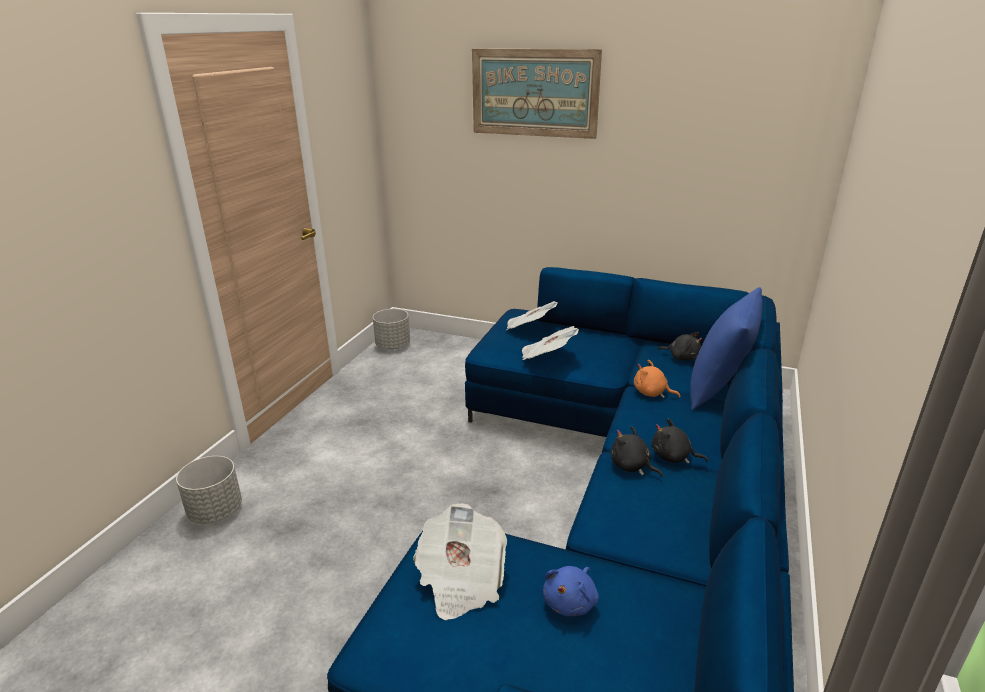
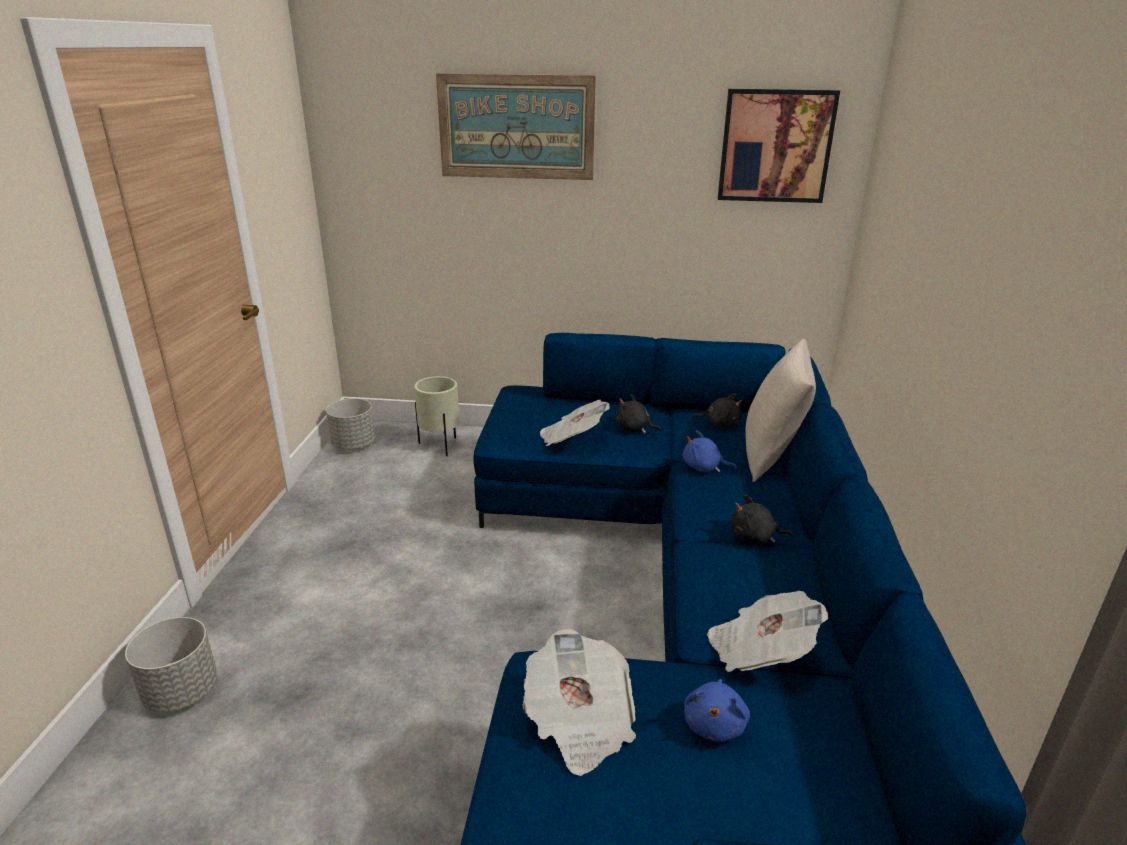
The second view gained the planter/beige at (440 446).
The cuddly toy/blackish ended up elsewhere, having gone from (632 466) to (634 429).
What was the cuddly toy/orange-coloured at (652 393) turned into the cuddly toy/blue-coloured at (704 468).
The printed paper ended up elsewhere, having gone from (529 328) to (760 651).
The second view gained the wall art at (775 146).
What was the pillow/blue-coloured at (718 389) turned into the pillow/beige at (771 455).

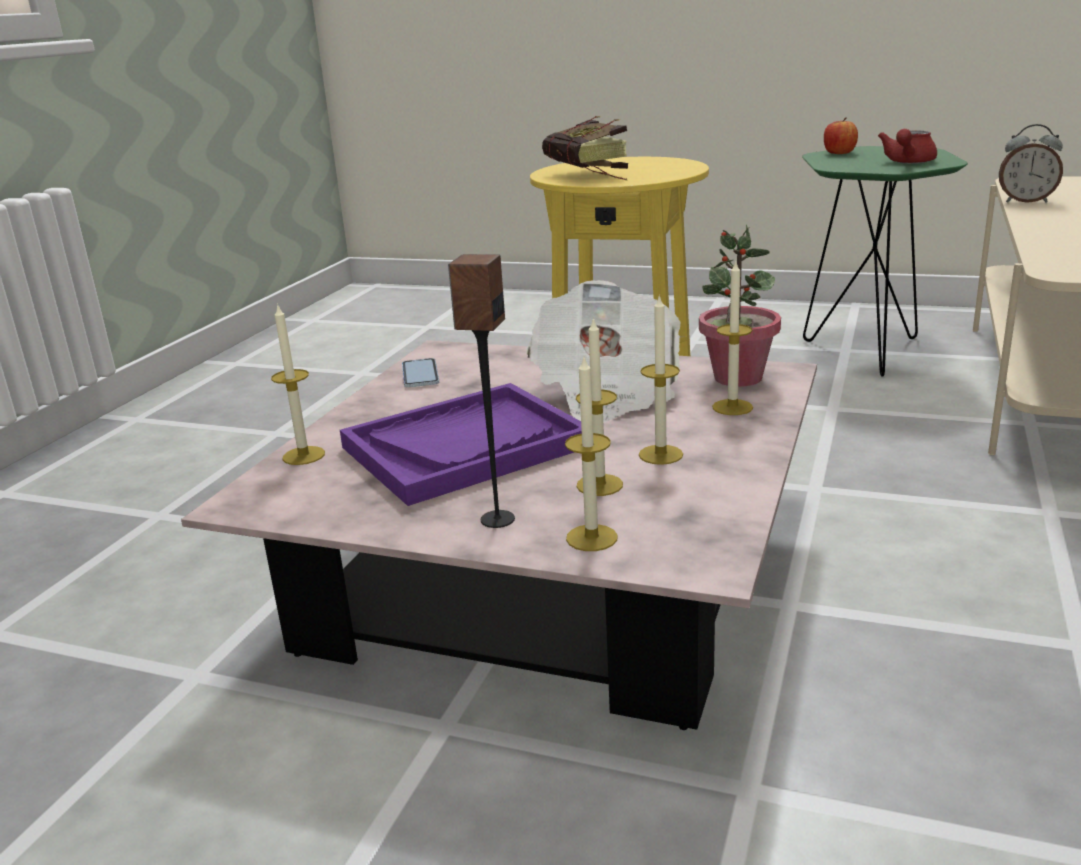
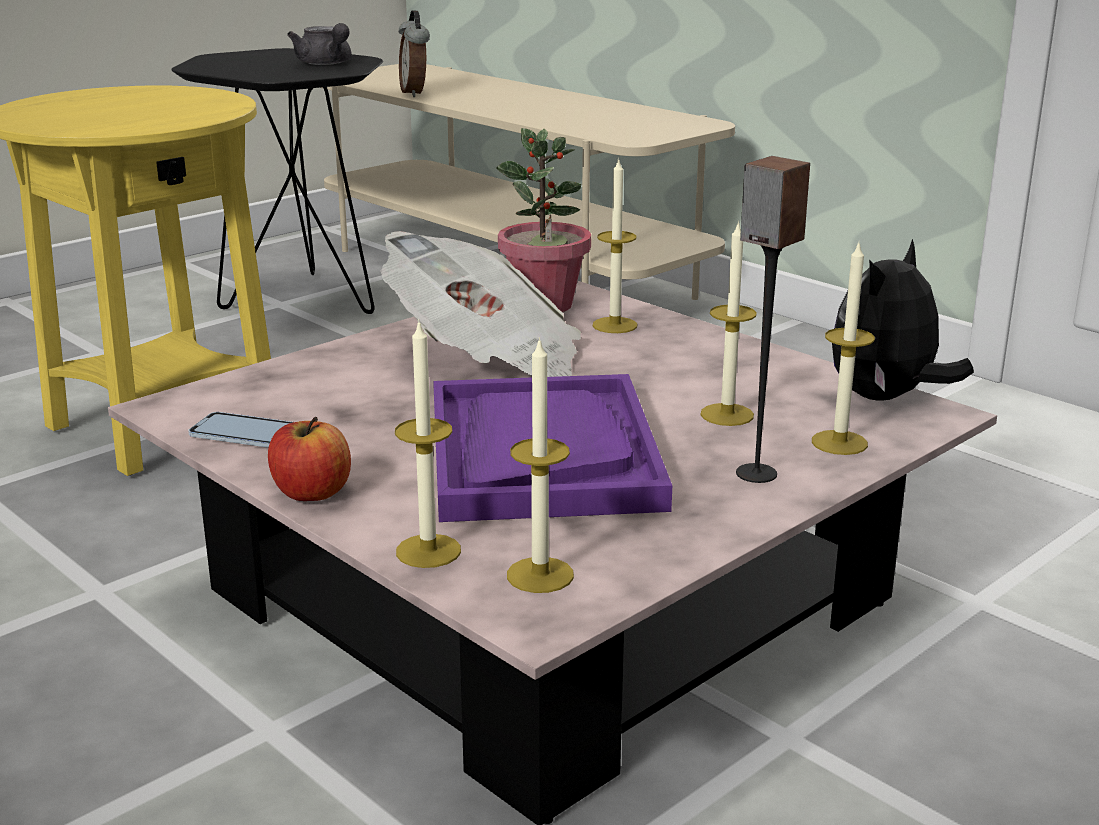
What was the accent table/green at (865 349) turned into the accent table/blackish at (297 297).
The apple fruit ended up elsewhere, having gone from (839 153) to (311 492).
What was the tea pot/reddish at (907 162) turned into the tea pot/greyish at (326 64).
The bedside clock at (1026 201) ended up facing another way, 120 degrees clockwise from before.
The wax light ended up elsewhere, having gone from (660 454) to (540 575).
The second view gained the cuddly toy at (886 398).
The second view lost the volume at (590 176).

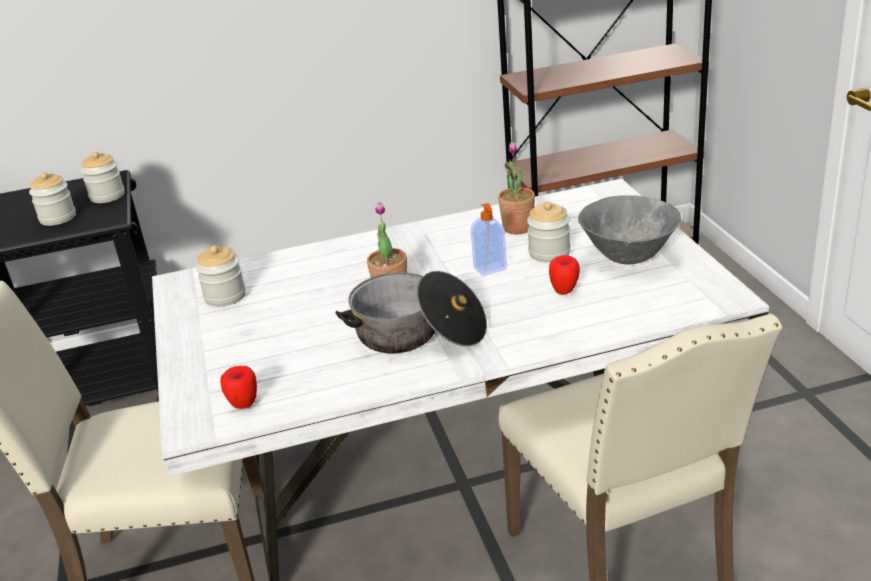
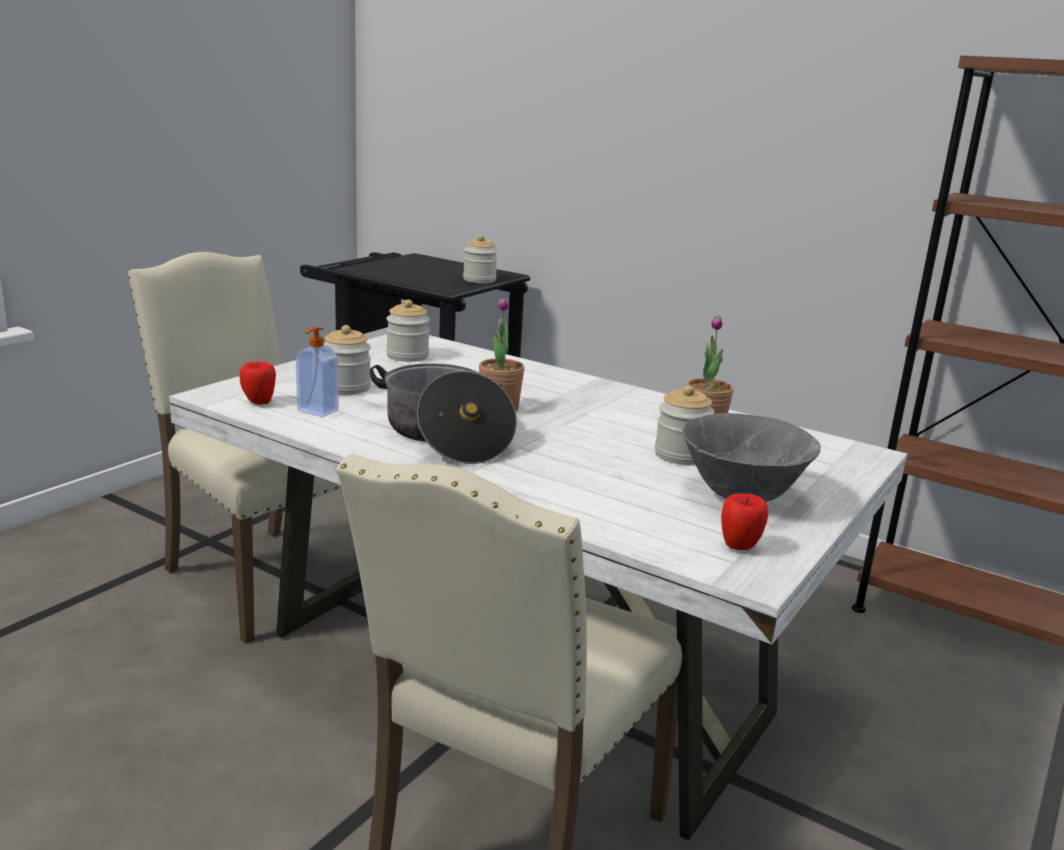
The liquid soap bottle ended up elsewhere, having gone from (490 269) to (317 411).
The preserve jar ended up elsewhere, having gone from (58 218) to (346 388).
The apple fruit ended up elsewhere, having gone from (564 291) to (739 547).

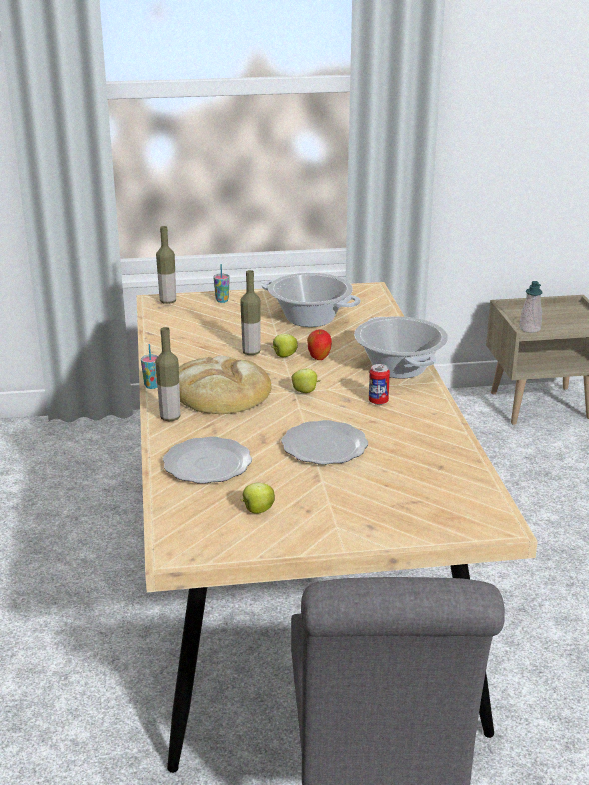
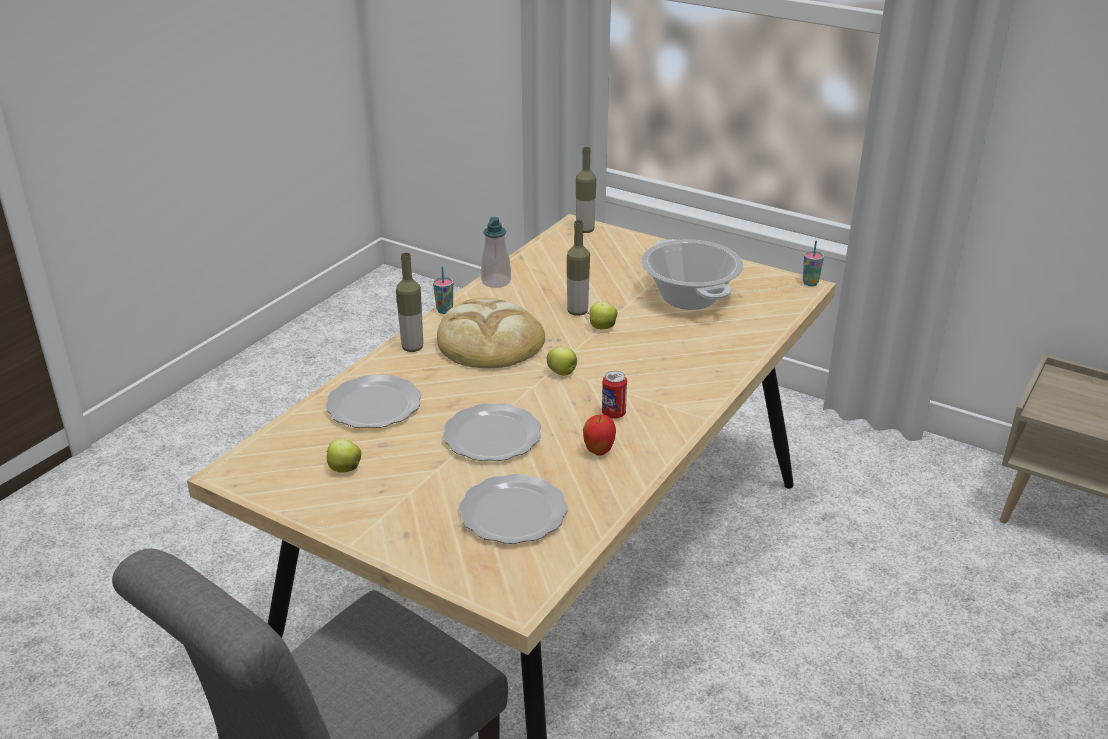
The second view gained the plate at (512 513).
The liquid soap bottle ended up elsewhere, having gone from (529 329) to (496 282).
The apple fruit ended up elsewhere, having gone from (319 358) to (599 452).
The drinking cup ended up elsewhere, having gone from (222 300) to (810 283).
The second view lost the cooking pot at (398 368).

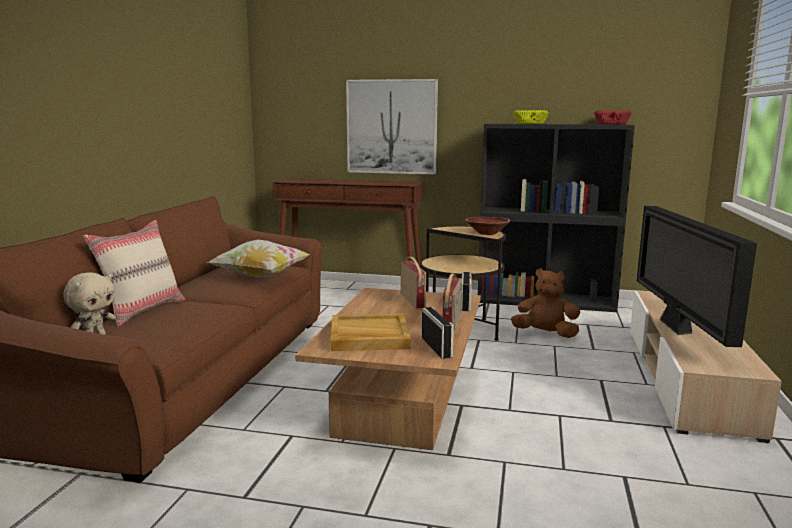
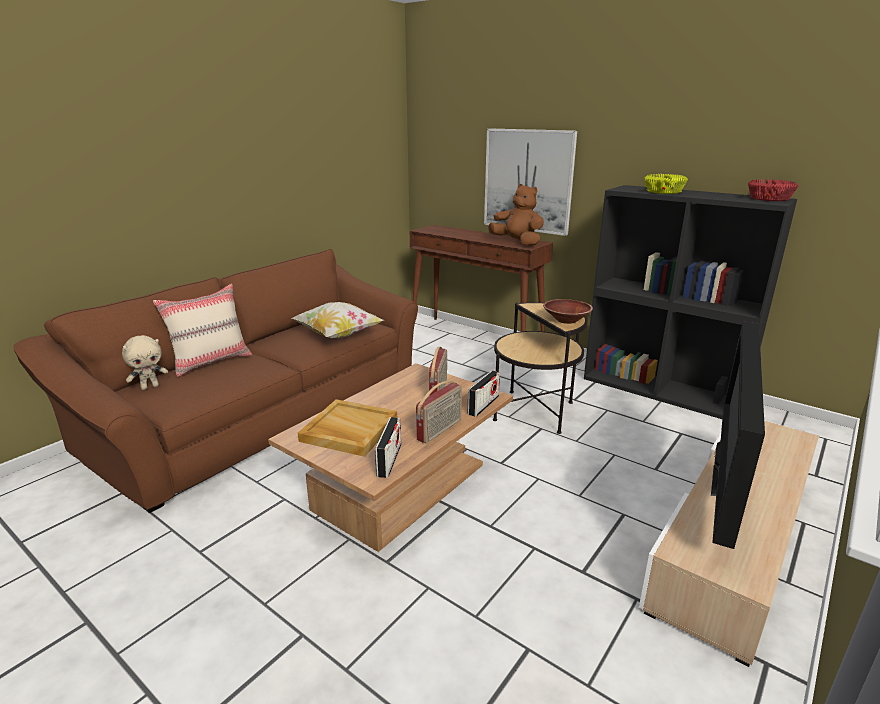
The cuddly toy/brownish ended up elsewhere, having gone from (545 334) to (517 242).

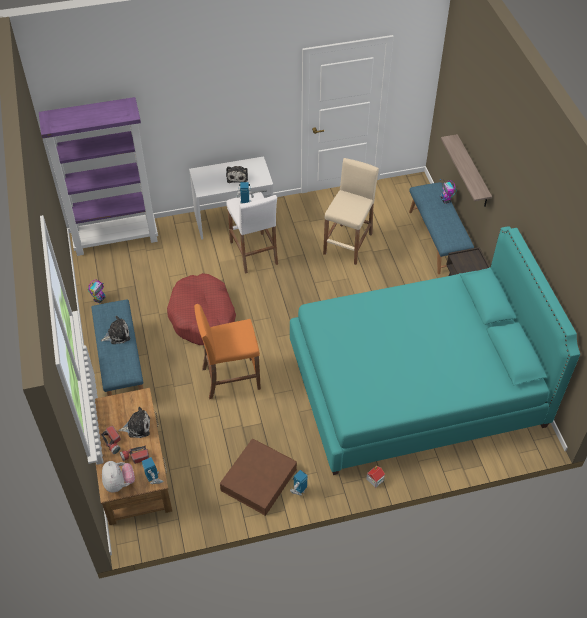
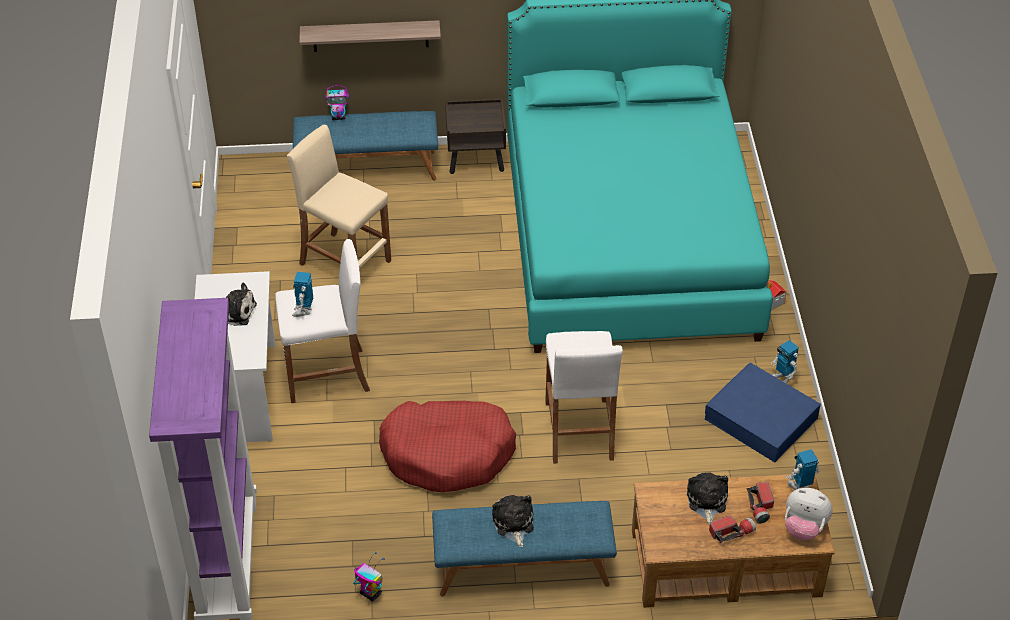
What was the stool/orange-coloured at (230 378) turned into the stool/white at (579 431).
What was the storage container/brownish at (258 480) turned into the storage container/blue-coloured at (761 418).
The cuddly toy at (119 483) ended up facing another way, 150 degrees counterclockwise from before.

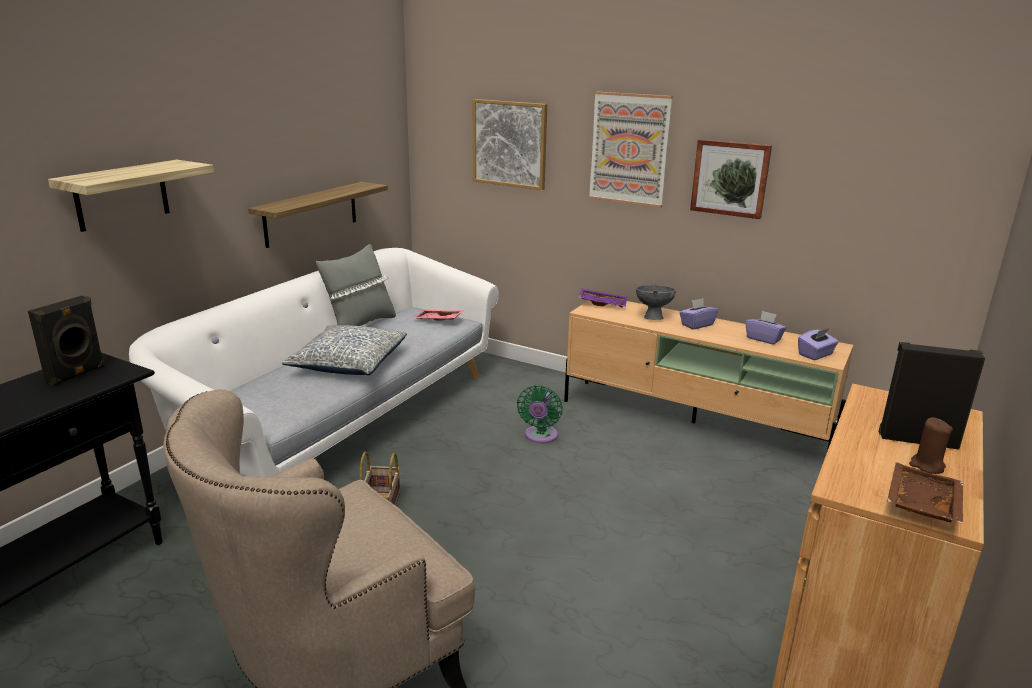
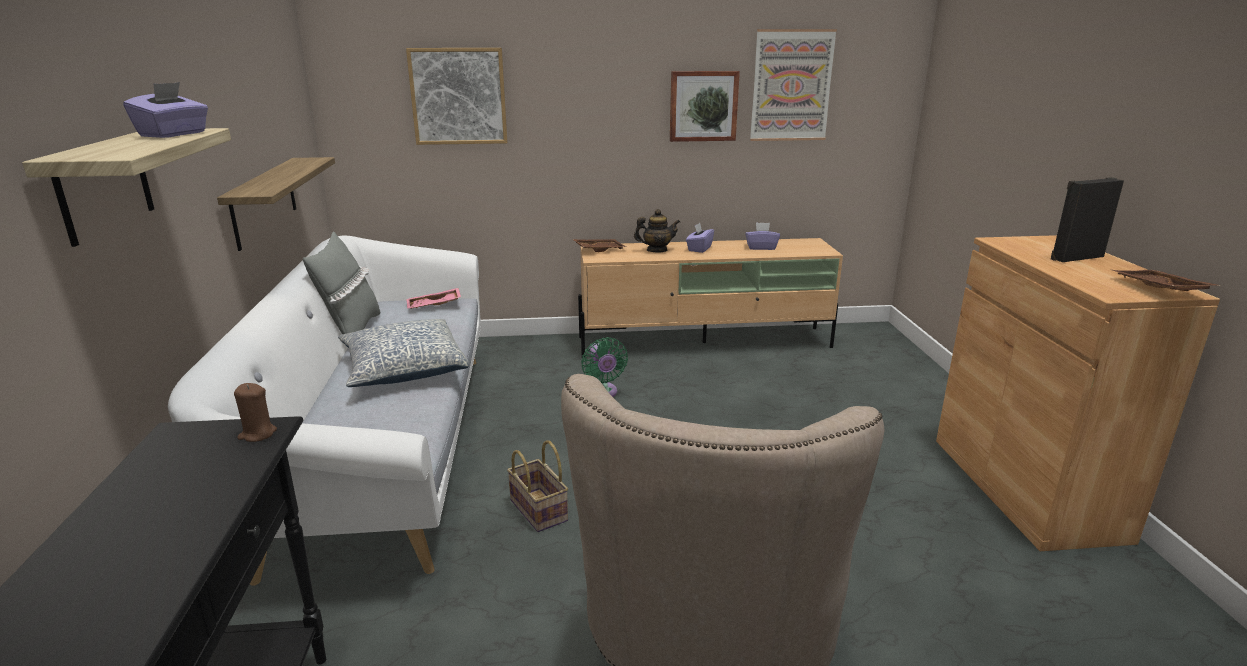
The tissue box/purple ended up elsewhere, having gone from (815 355) to (174 134).
The wax light/brownish ended up elsewhere, having gone from (926 466) to (257 434).
What was the carrying tray/purple at (602 303) turned into the carrying tray/brownish at (599 249).
Where the bowl/greyish stood at (653 316), the tea pot came to stand at (656 250).
The wall art ended up elsewhere, having gone from (629 149) to (791 86).
The second view lost the audio speaker/blackish at (76 374).

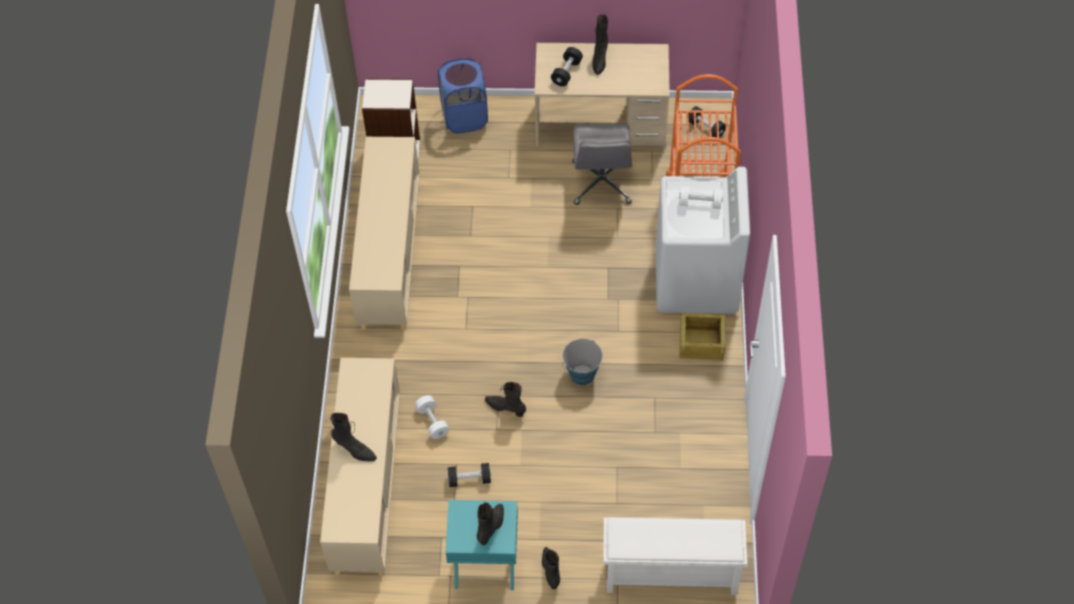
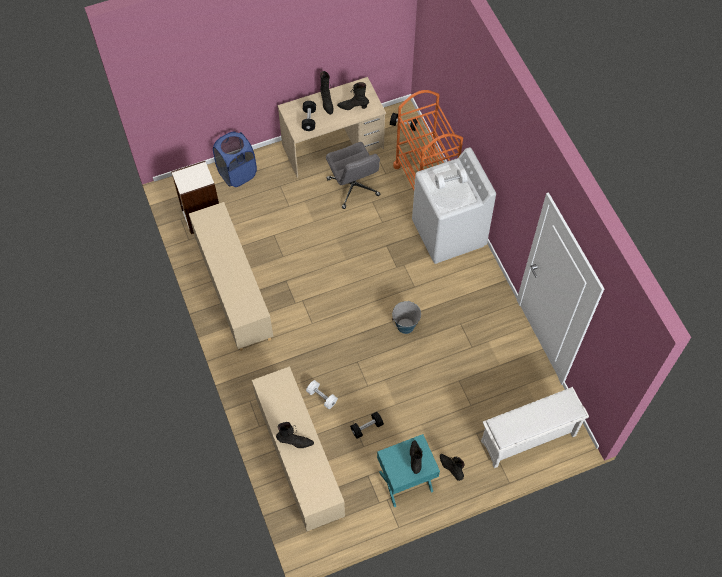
The high-top boot/blackish ended up elsewhere, having gone from (505 408) to (353 106).
The second view lost the shipping crate at (701 342).

